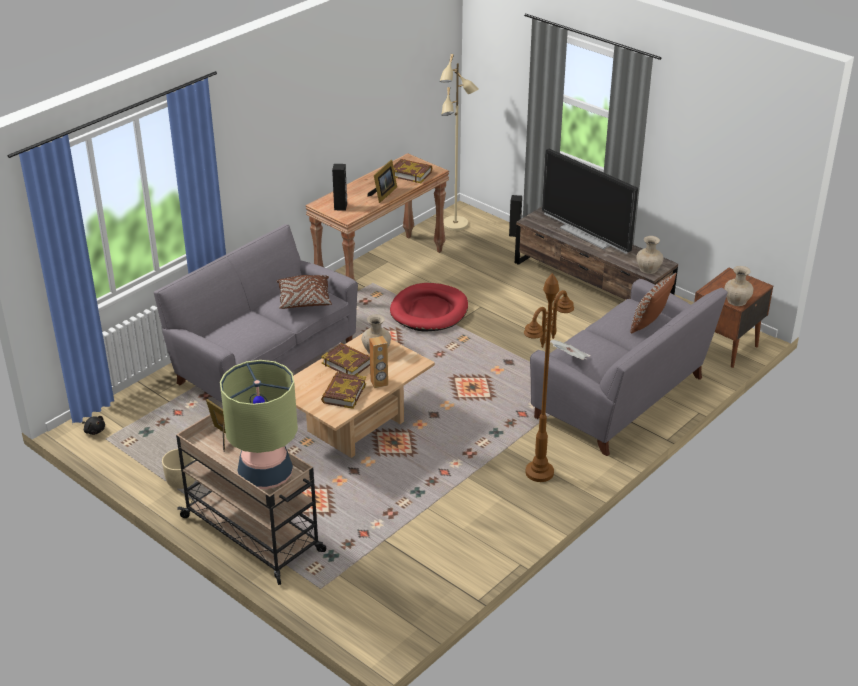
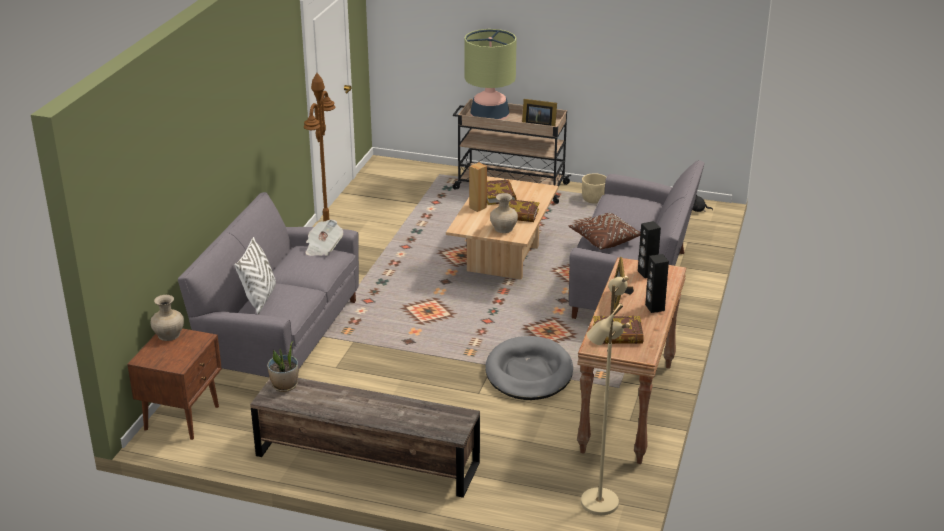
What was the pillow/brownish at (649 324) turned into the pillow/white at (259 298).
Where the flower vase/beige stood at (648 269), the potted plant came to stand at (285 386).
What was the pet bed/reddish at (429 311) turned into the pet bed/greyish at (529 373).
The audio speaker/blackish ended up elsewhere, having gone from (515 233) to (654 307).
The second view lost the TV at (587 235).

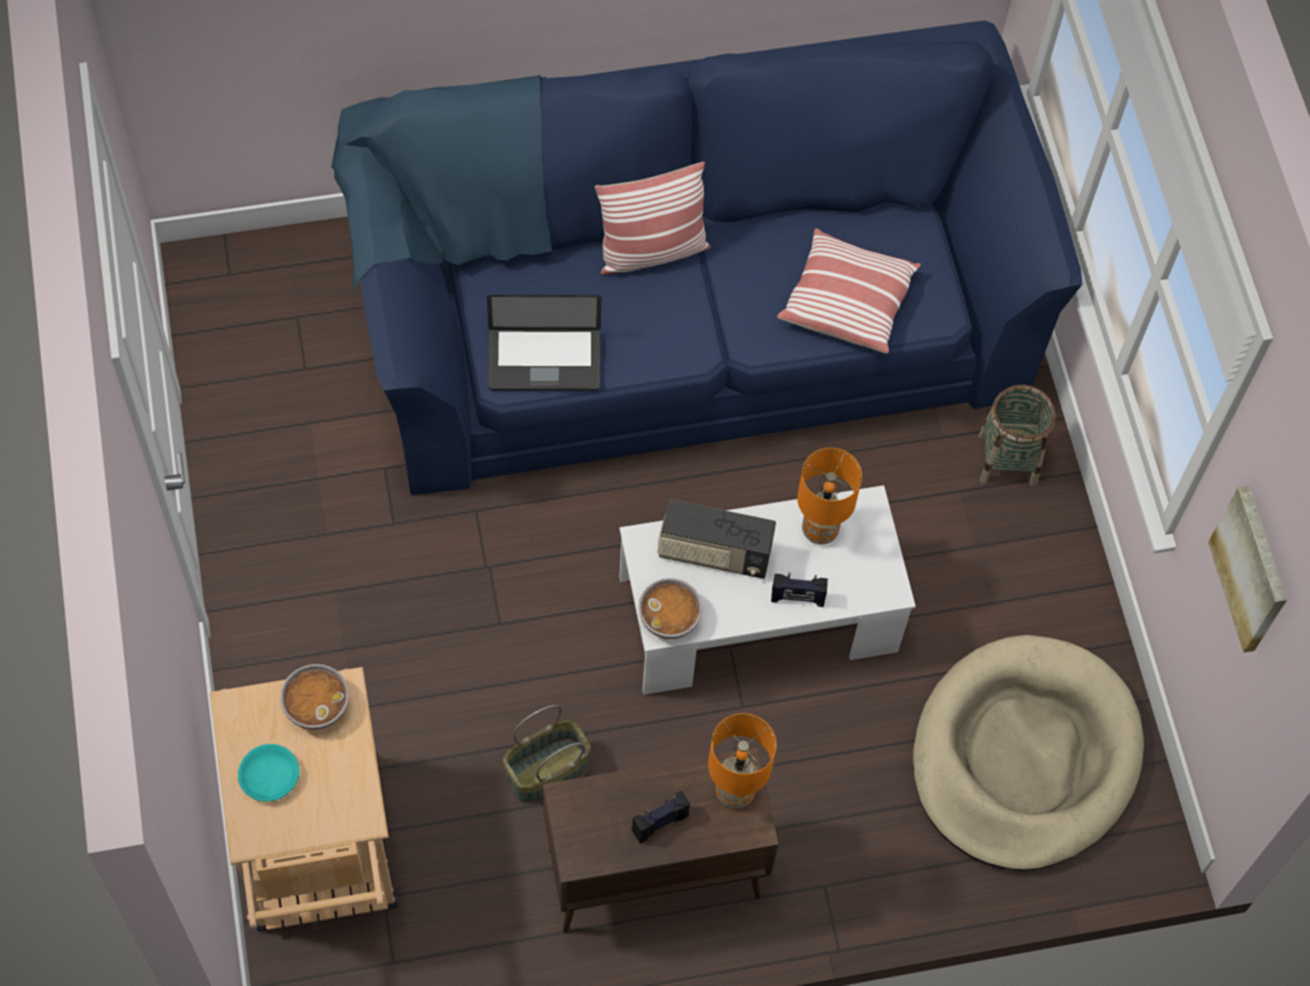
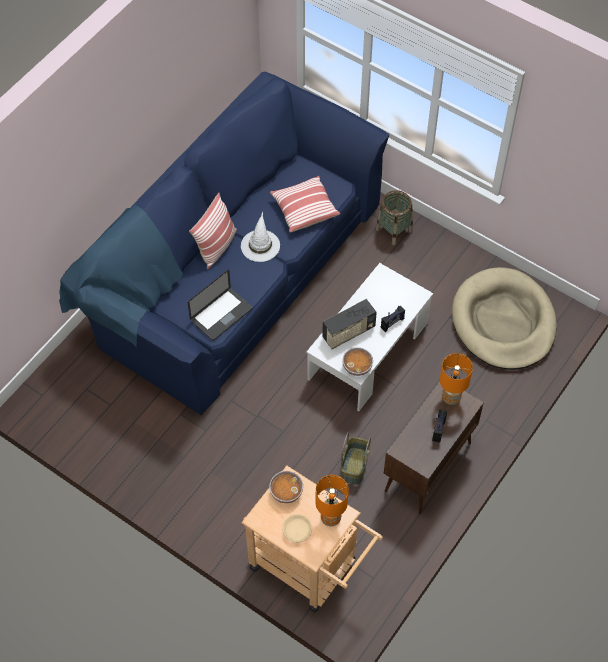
The second view gained the wearable hat/white at (260 245).
What was the bowl/blue-green at (269 777) turned into the bowl/beige at (297 531).
The table lamp/orange-coloured ended up elsewhere, having gone from (820 531) to (331 518).
The second view lost the wall art at (1251 569).

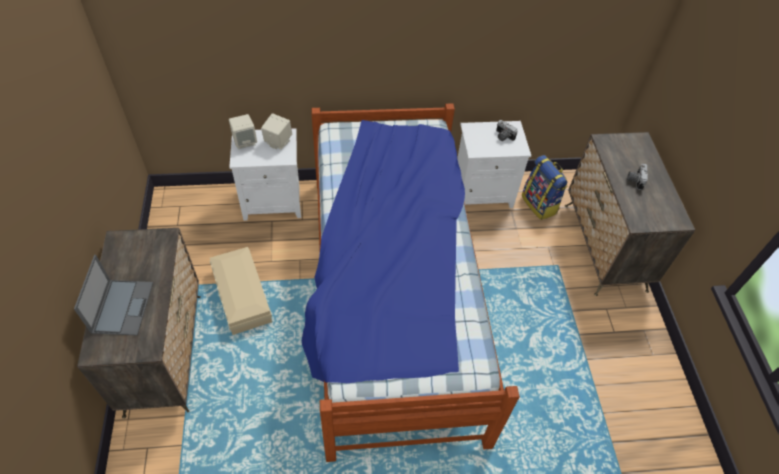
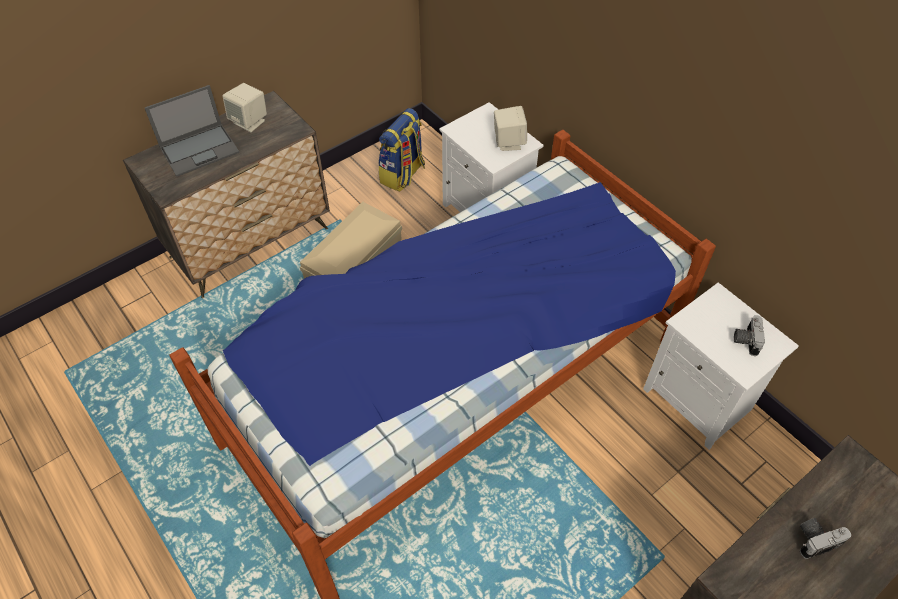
The audio speaker/beige ended up elsewhere, having gone from (245 141) to (249 122).
The knapsack ended up elsewhere, having gone from (540 204) to (403 175).

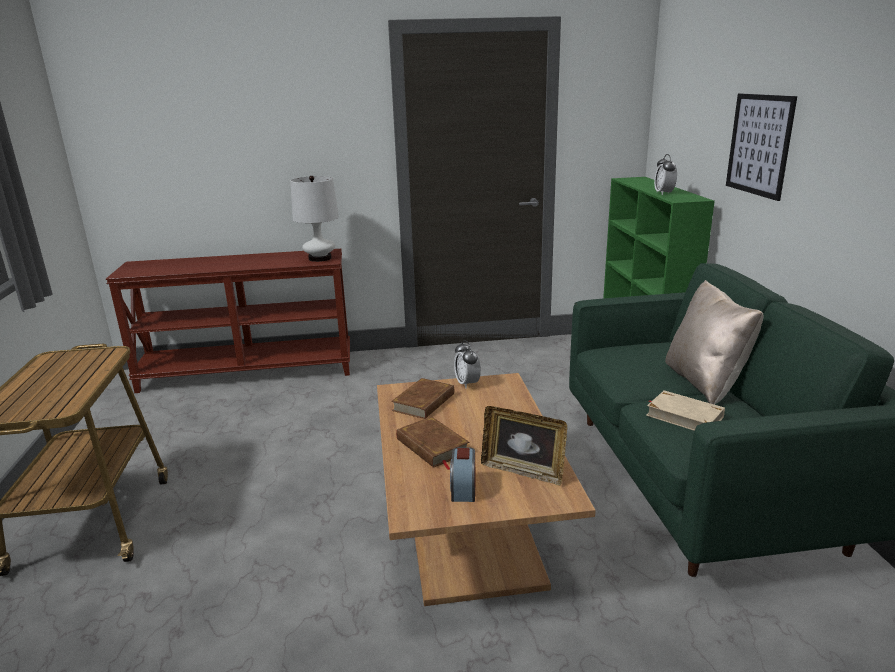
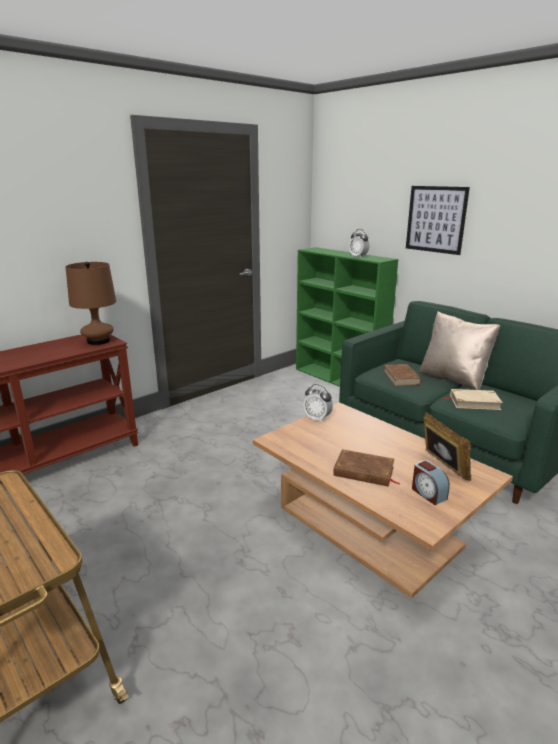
What was the table lamp/white at (320 258) turned into the table lamp/brownish at (98 341).
The volume/brownish ended up elsewhere, having gone from (424 402) to (401 377).
The picture frame at (523 471) ended up facing another way, 105 degrees counterclockwise from before.

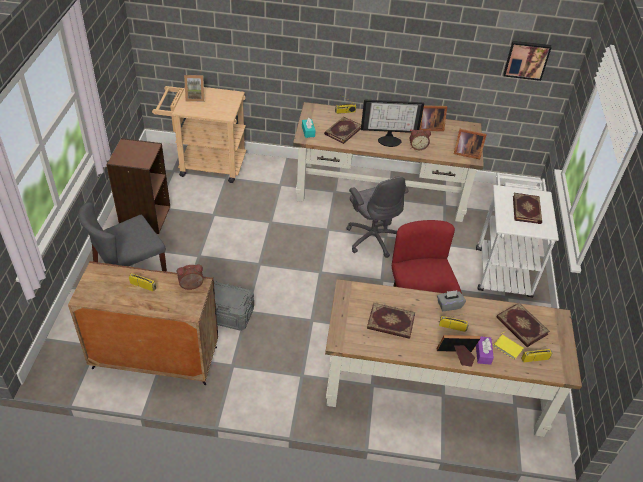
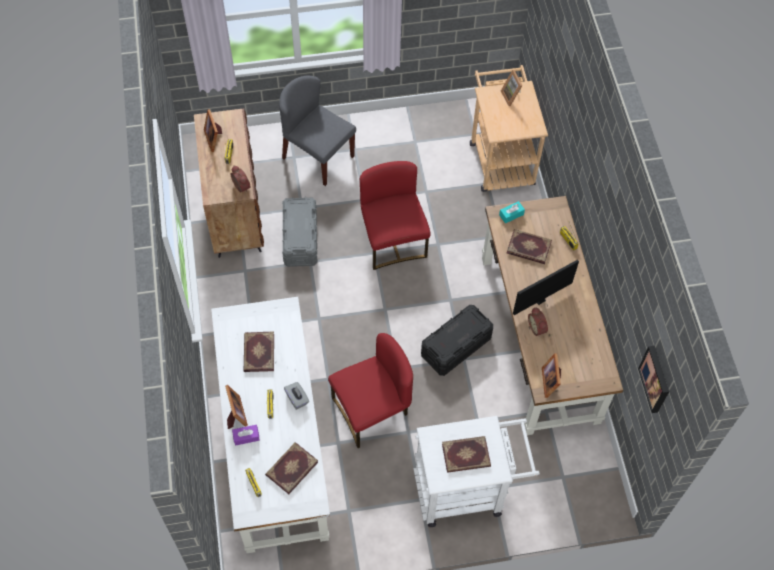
The picture frame ended up elsewhere, having gone from (429 127) to (214 138).
What was the desk table/brownish at (433 387) turned into the desk table/white at (274 443).
The second view gained the upright chair/reddish at (393 240).
Where the desk chair/greyish stood at (372 238), the storage container/blackish came to stand at (455 346).
The computer display at (389 139) ended up facing another way, 75 degrees clockwise from before.
The second view lost the bookcase/brownish at (145 217).
The second view lost the volume/yellow at (508 347).

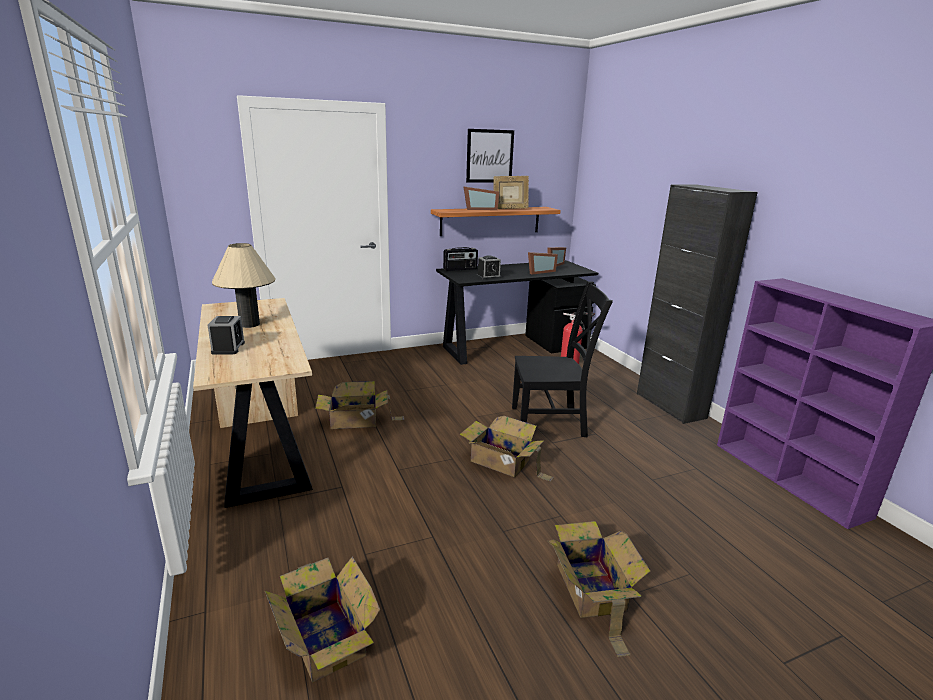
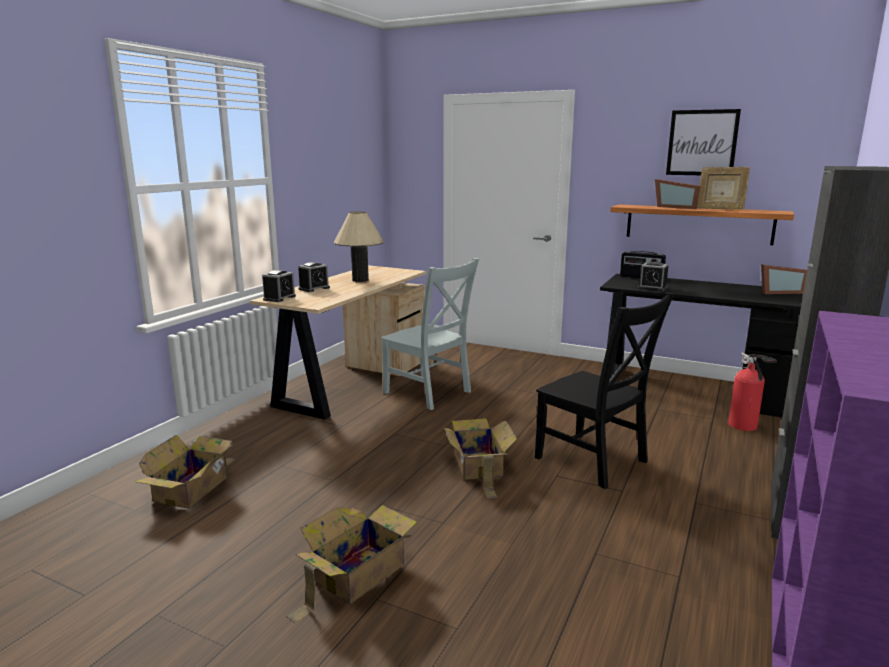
The second view gained the bedside clock at (279 298).
Where the carton stood at (356 421), the upright chair/greyish came to stand at (429 393).
The second view lost the picture frame at (539 272).

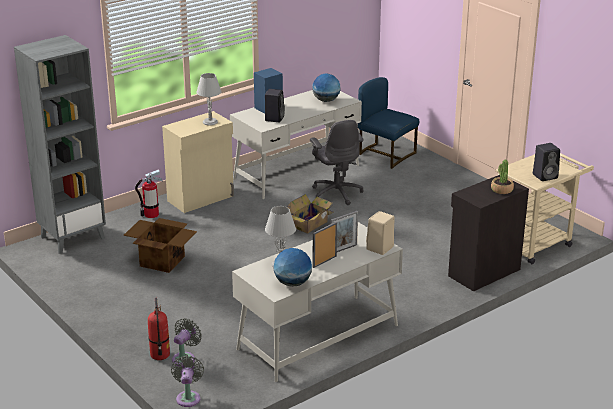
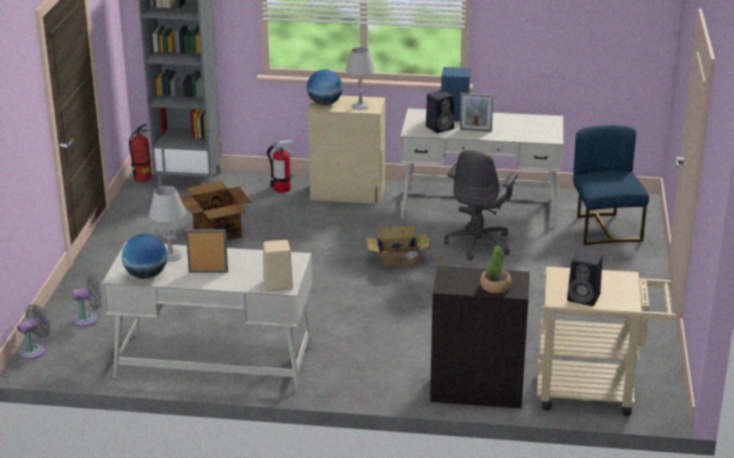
The fire extinguisher ended up elsewhere, having gone from (159 355) to (142 178).
The desk globe ended up elsewhere, having gone from (326 100) to (324 104).
The picture frame ended up elsewhere, having gone from (343 249) to (475 130).

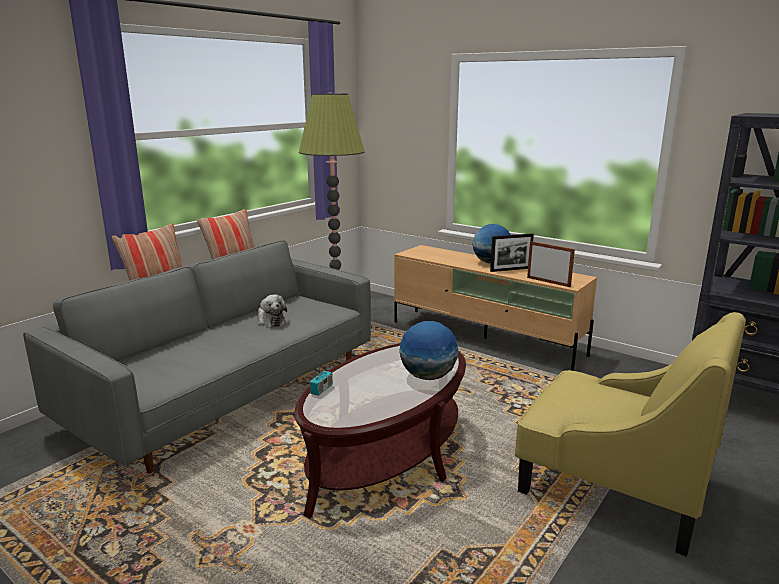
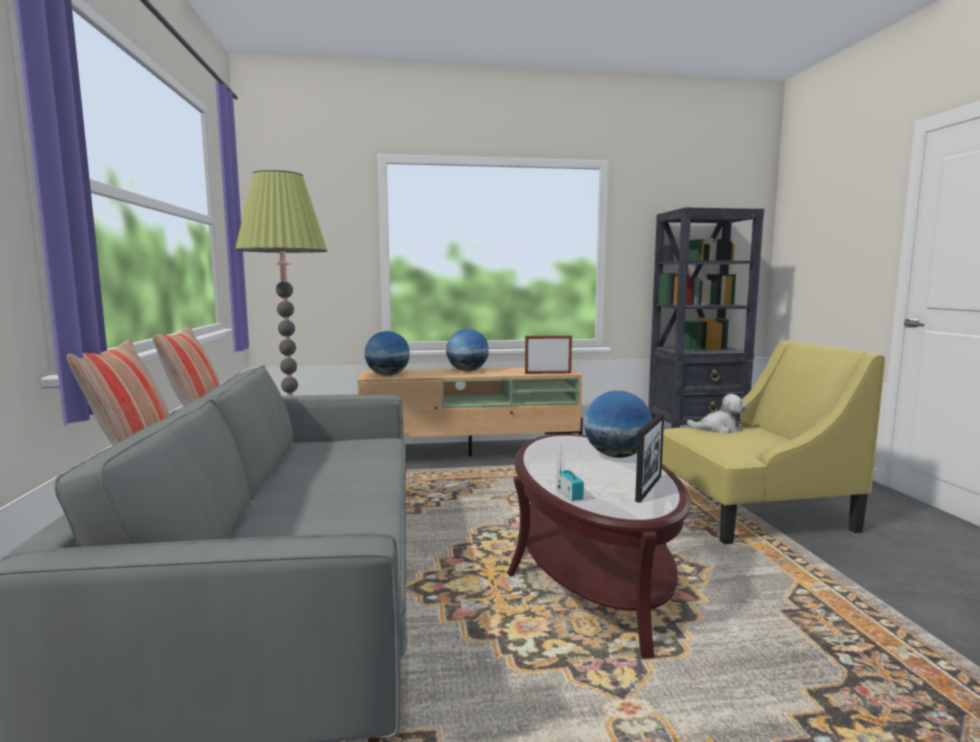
The second view gained the desk globe at (387 375).
The picture frame ended up elsewhere, having gone from (510 269) to (649 488).
The cuddly toy ended up elsewhere, having gone from (270 321) to (719 429).

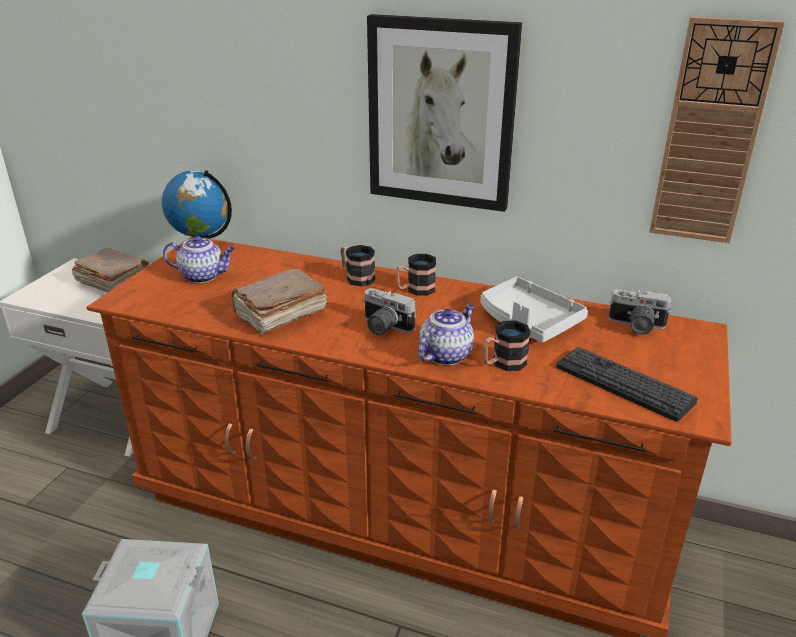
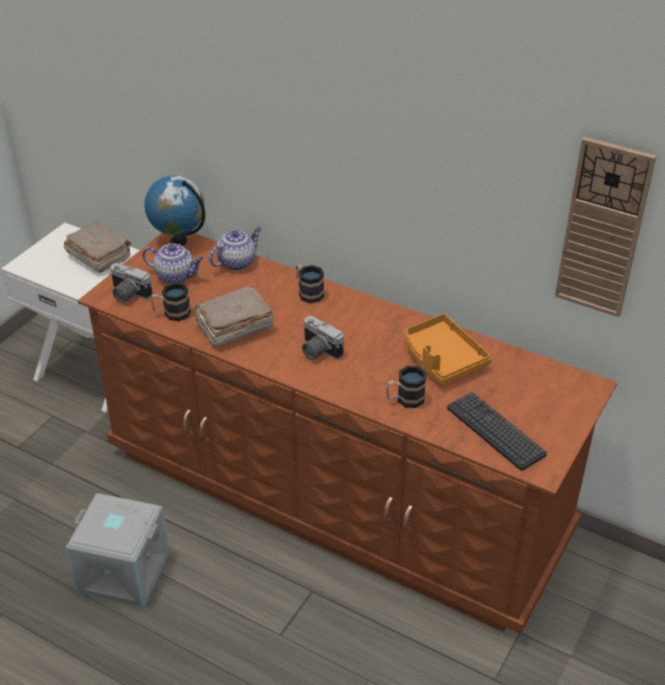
The photo camera ended up elsewhere, having gone from (636 326) to (127 295).
The mug ended up elsewhere, having gone from (415 290) to (171 314).
The tea pot ended up elsewhere, having gone from (446 354) to (237 262).
What was the carrying tray/greyish at (528 321) turned into the carrying tray/orange-coloured at (442 358).
The second view lost the wall art at (441 114).

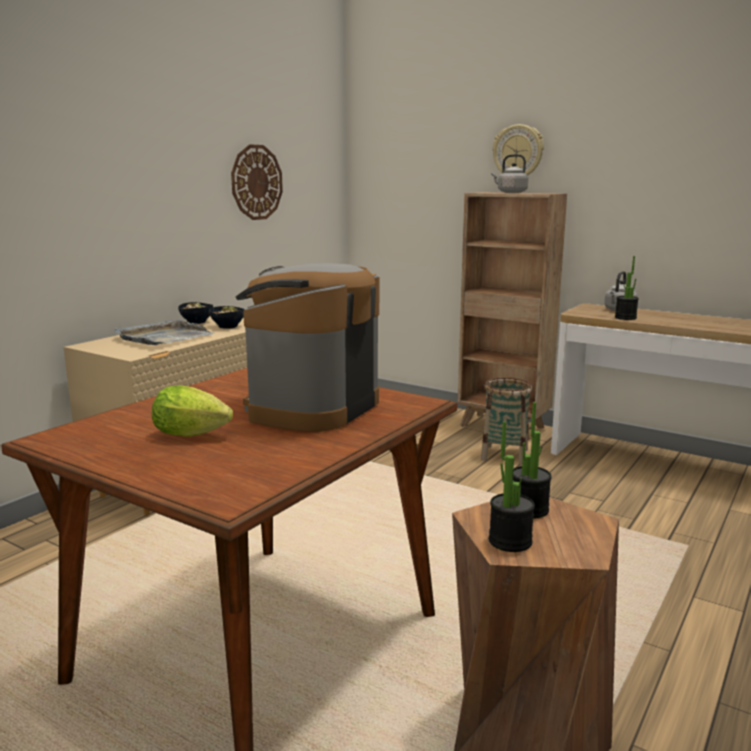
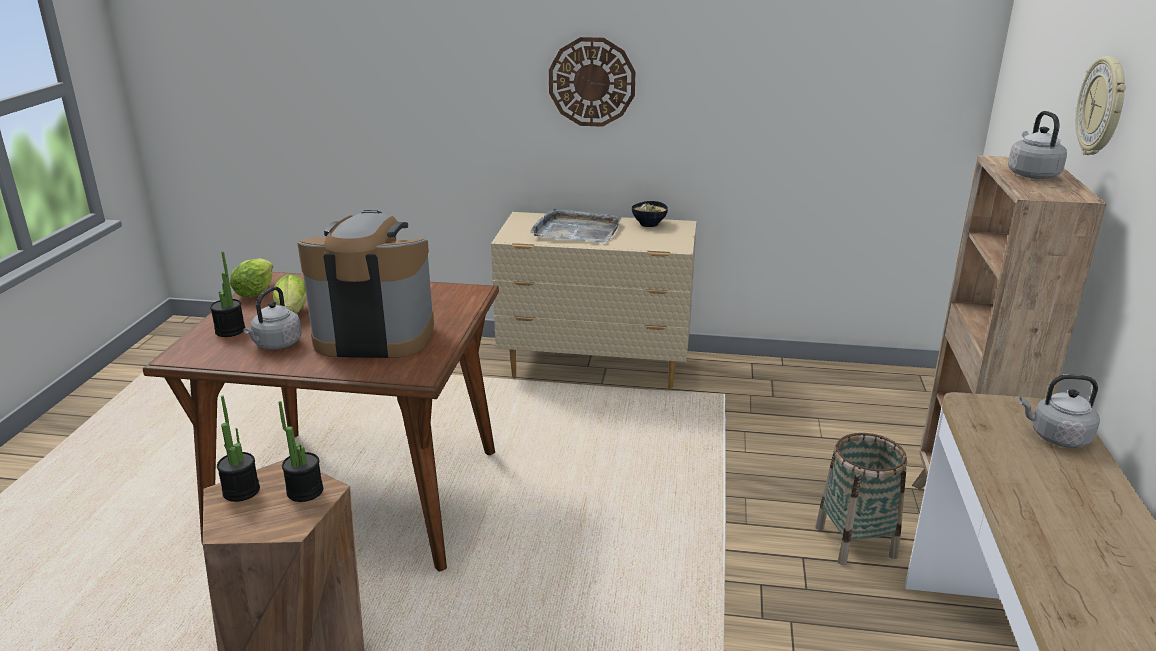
The potted plant ended up elsewhere, having gone from (625 318) to (230 331).
The second view gained the lettuce head at (257 291).
The second view gained the kettle/greyish at (276 344).
The hanging clock ended up elsewhere, having gone from (256 182) to (592 82).
The second view lost the bowl at (228 326).

